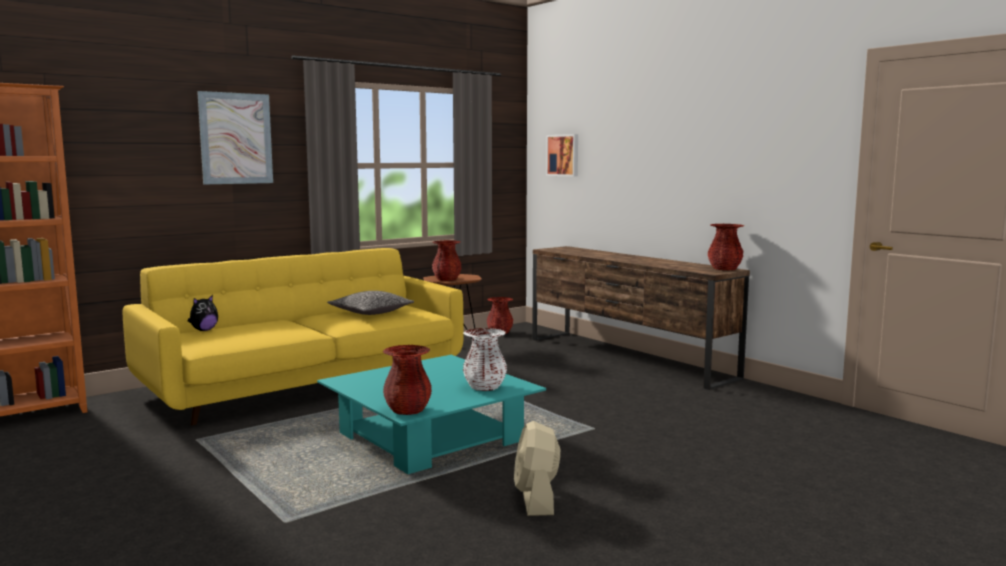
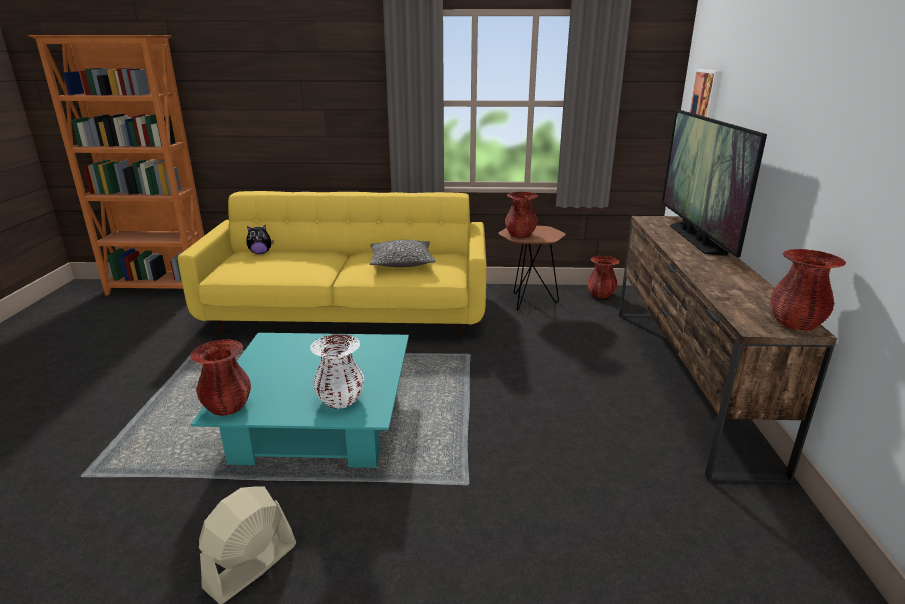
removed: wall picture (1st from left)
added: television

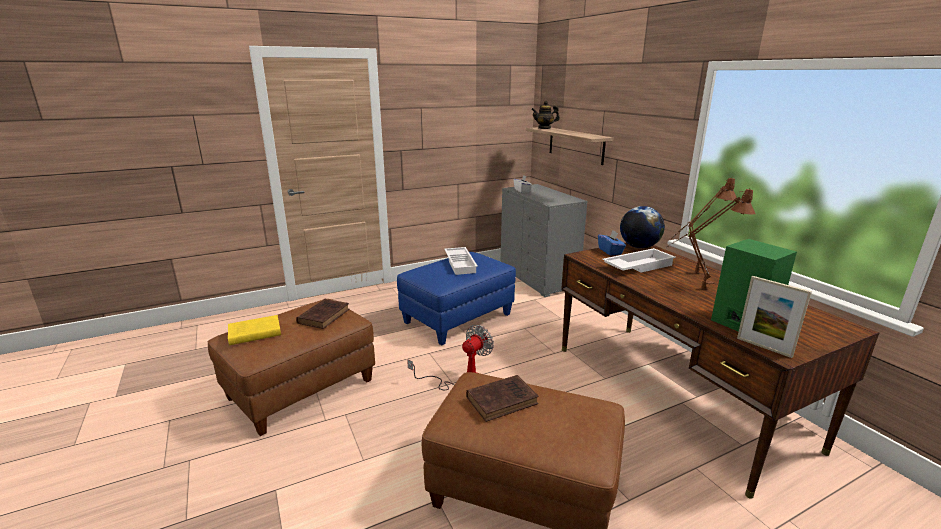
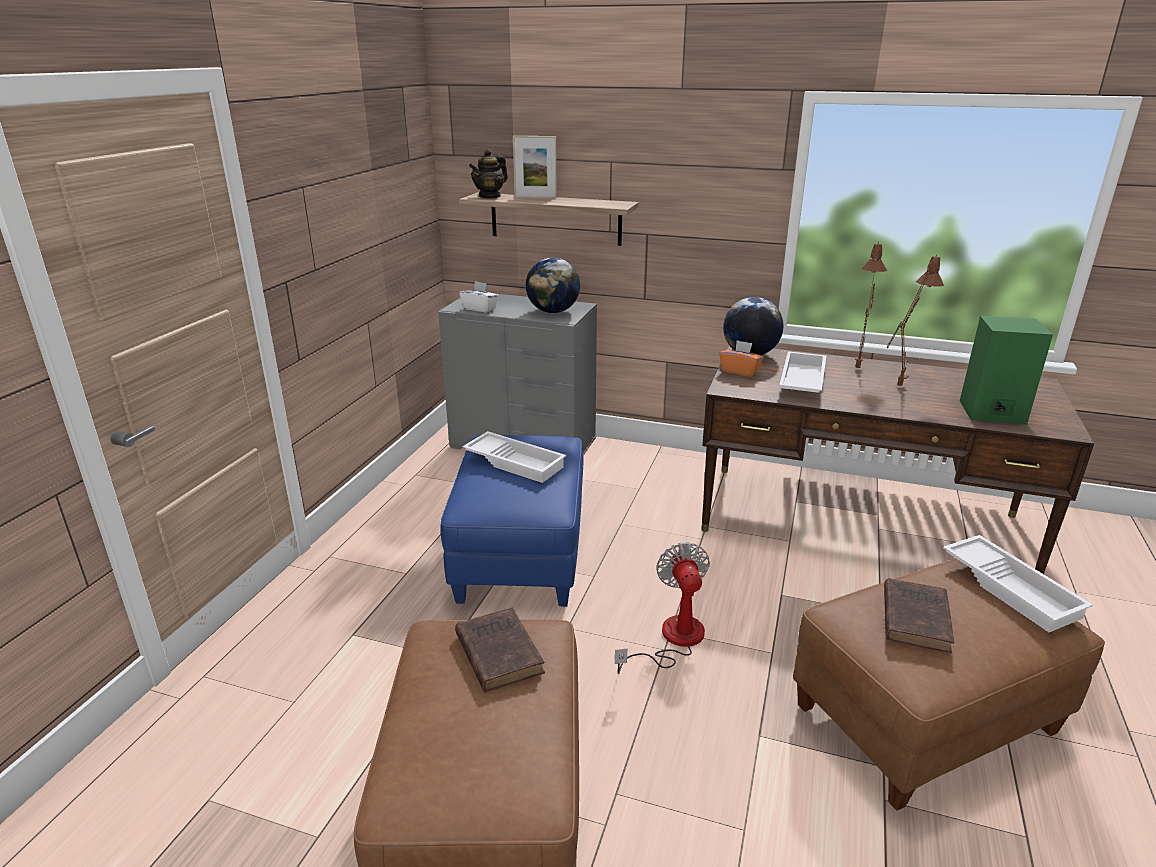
removed: bound book in yellowish
added: world globe (1st from left); serving tray in white-coloured (3rd from left)
moved: standing frame
recoloured: tissue holder in blue to tissue holder in orange-coloured

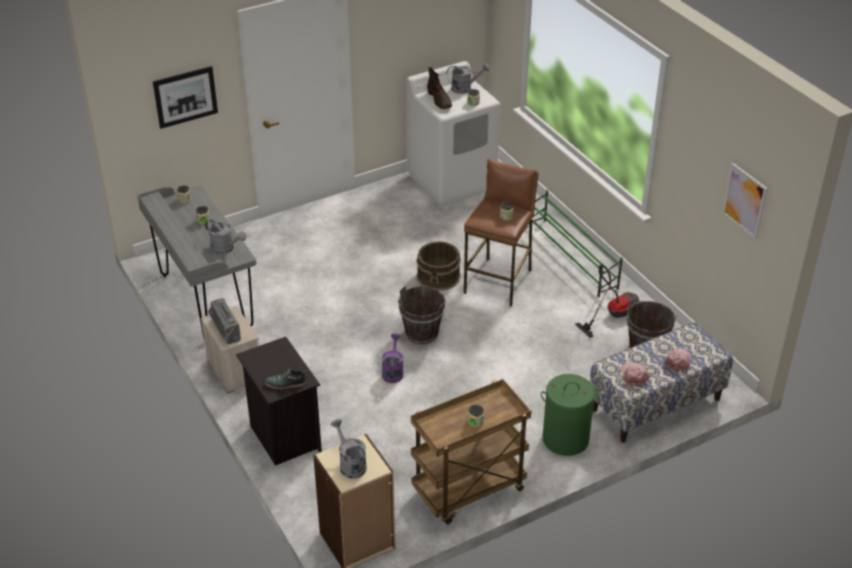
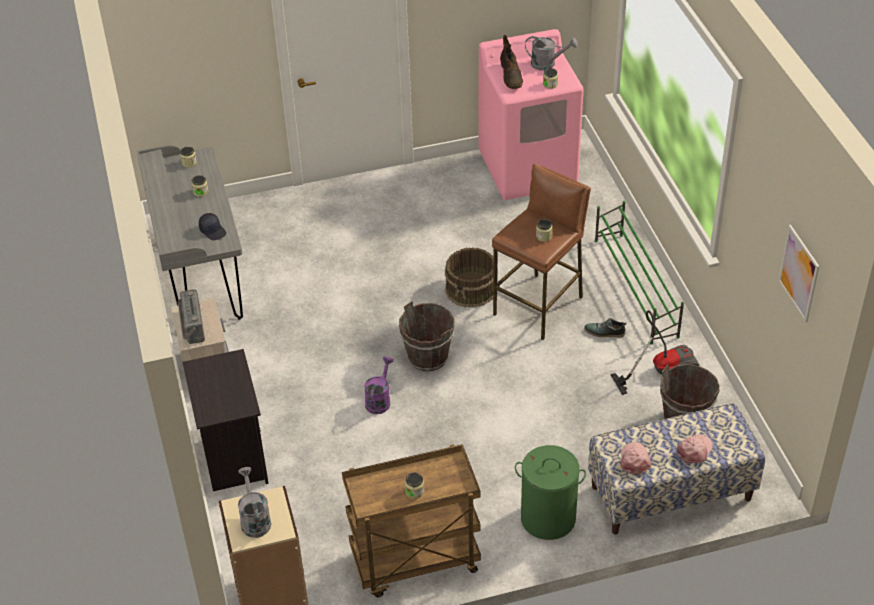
removed: wall picture (1st from left)
moved: shoe
replaced: watering can in gray (1st from left) to baseball cap in blackish
recoloured: laundry machine in white-coloured to laundry machine in pink-coloured

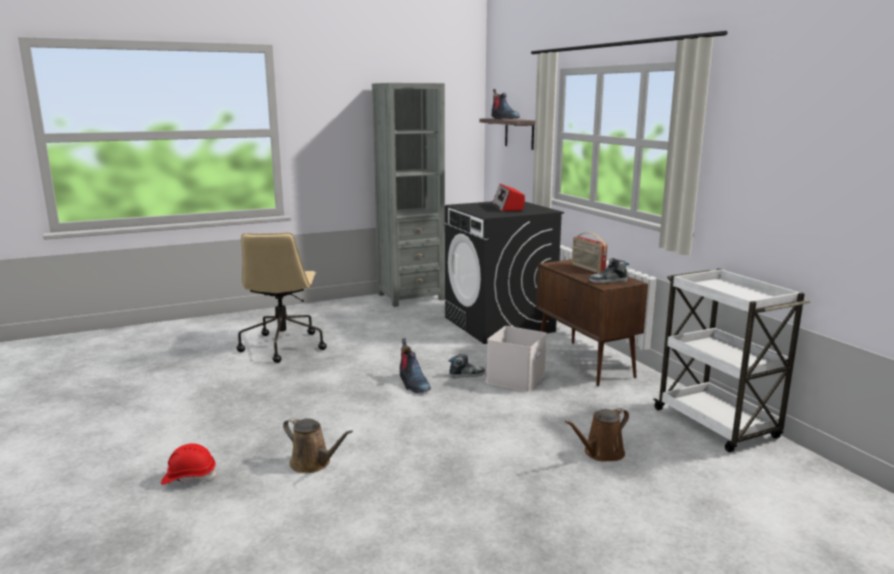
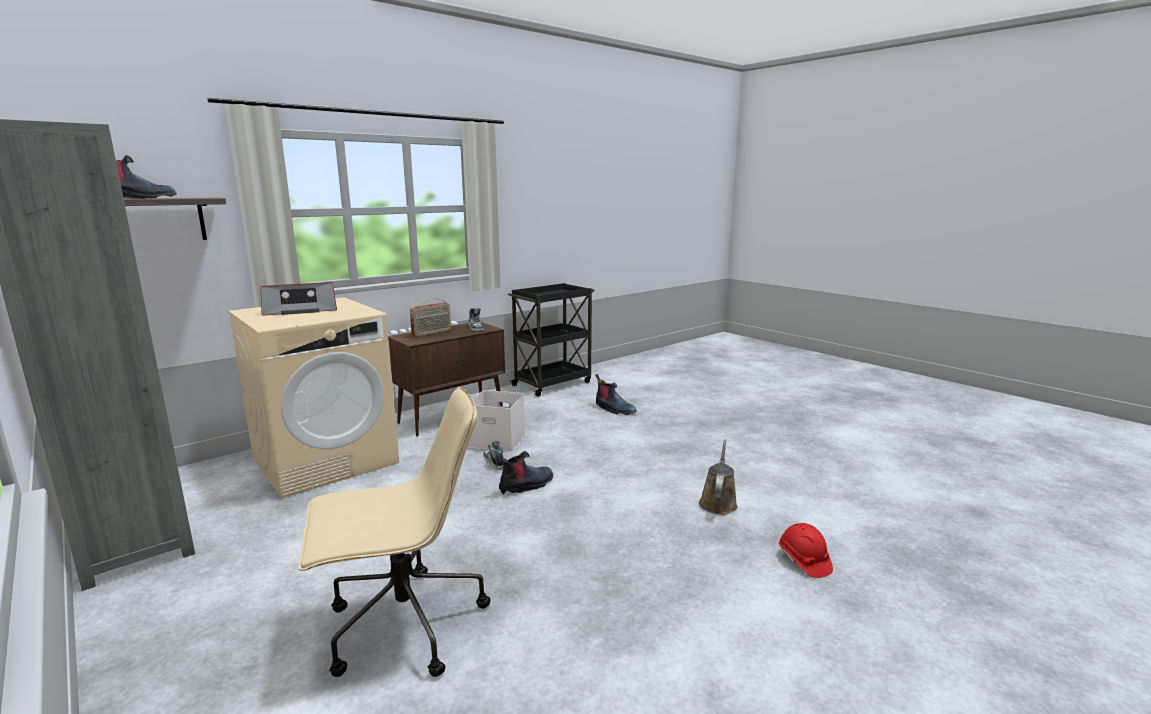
replaced: watering can in brown (2nd from left) to high-top boot (3rd from left)
recoloured: laundry machine in blackish to laundry machine in beige; wheeled cart in white-coloured to wheeled cart in blackish

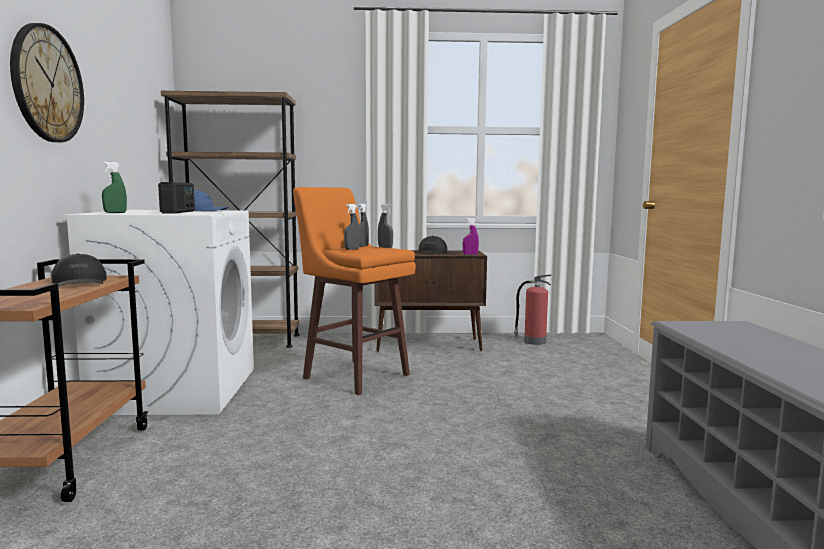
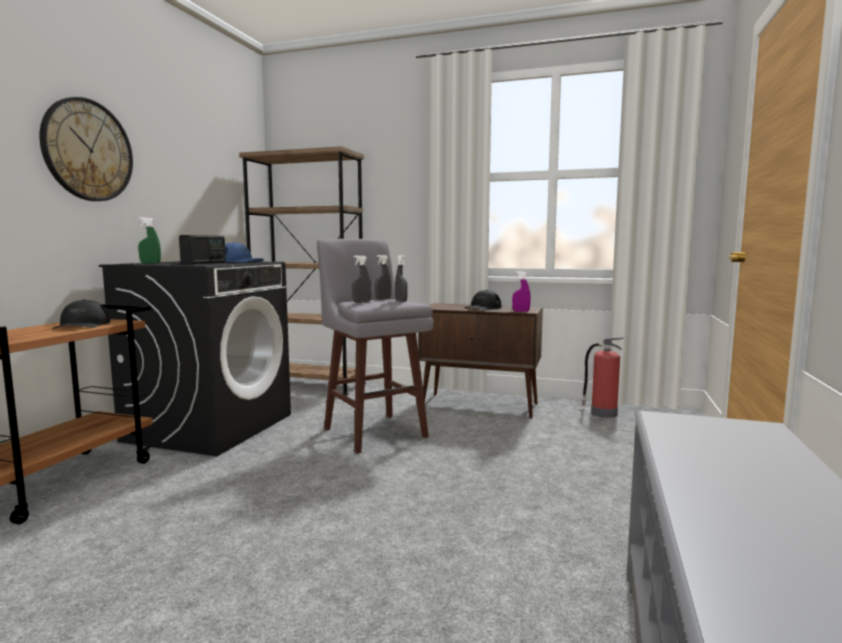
recoloured: laundry machine in white-coloured to laundry machine in blackish; stool seat in orange-coloured to stool seat in gray

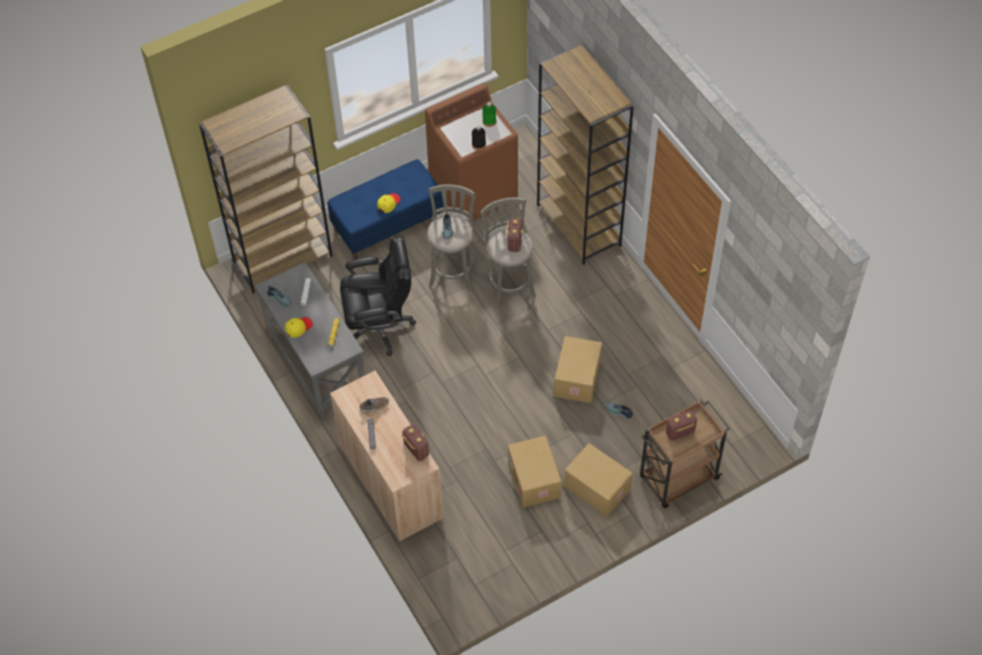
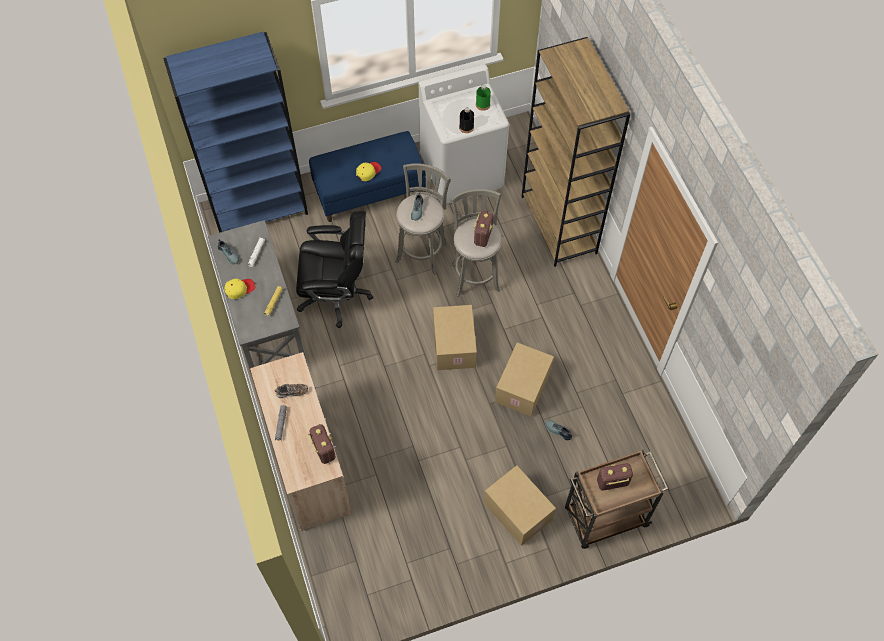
moved: carton (1st from left)
recoloured: bookshelf in brown (1st from left) to bookshelf in blue; laundry machine in brown to laundry machine in white-coloured

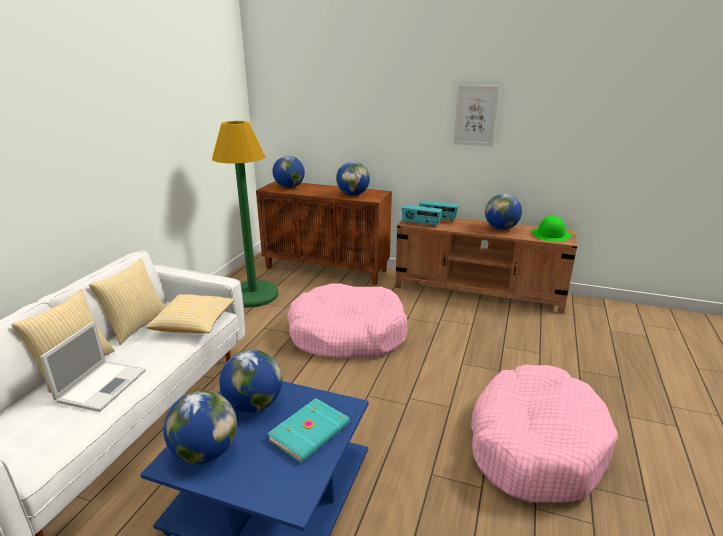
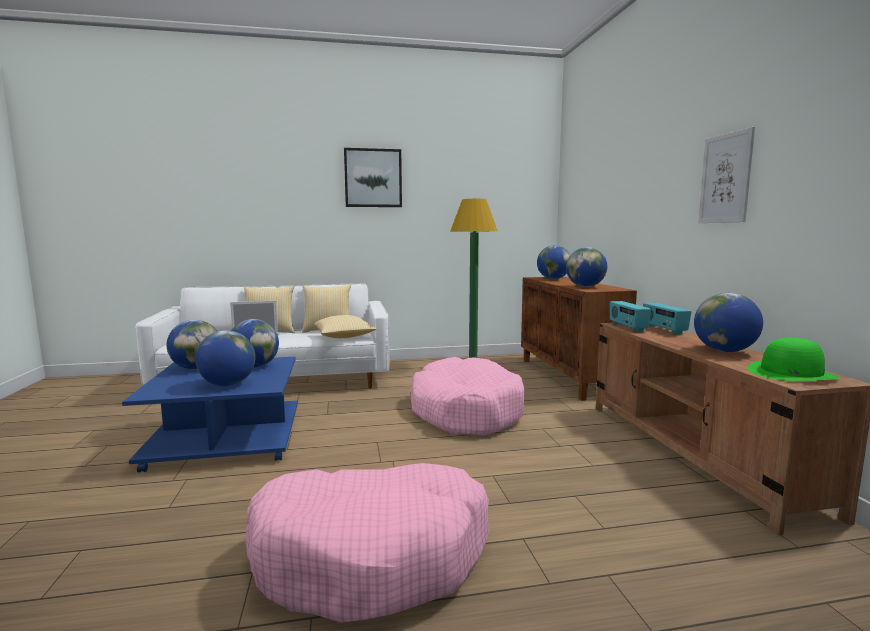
added: wall picture (1st from left)
replaced: bound book in turquoise to world globe (2nd from left)

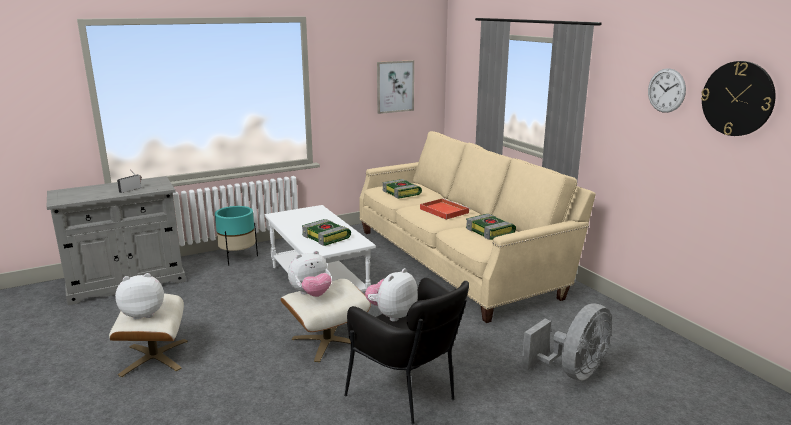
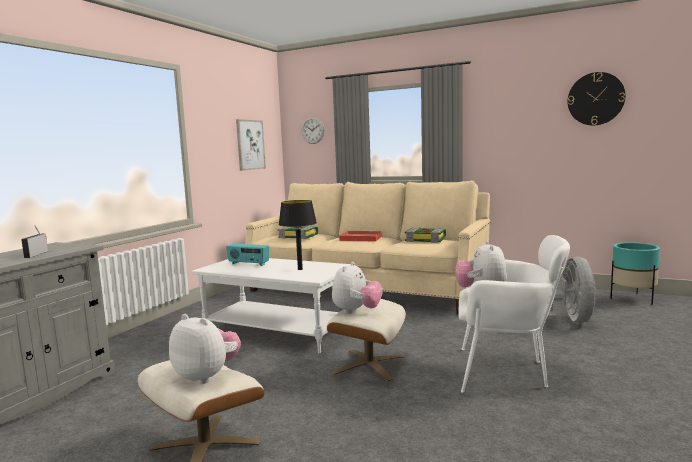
added: radio set (2nd from left)
moved: planter in turquoise; wall clock (1st from left)
replaced: bound book (1st from left) to table lamp in blackish
recoloured: lounge chair in blackish to lounge chair in white-coloured
turned: soft toy (1st from left) 90 degrees clockwise

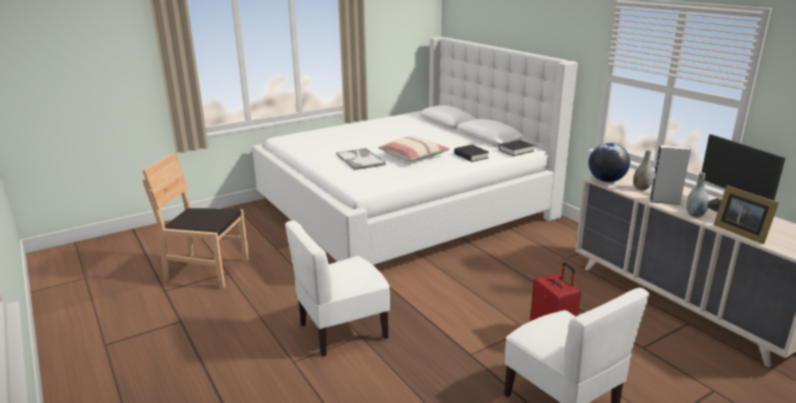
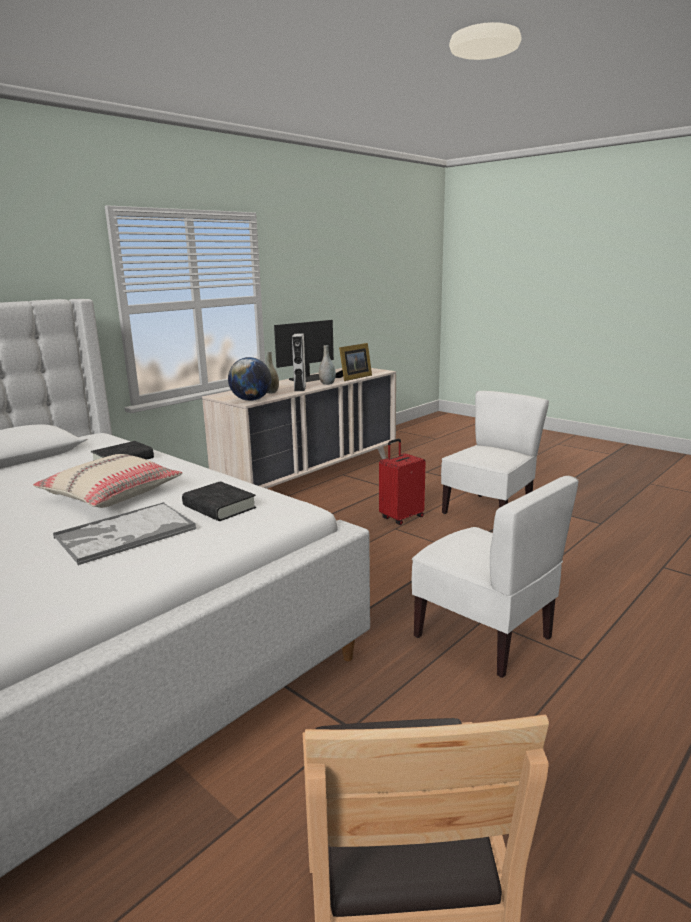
moved: bound book in blackish (2nd from left)

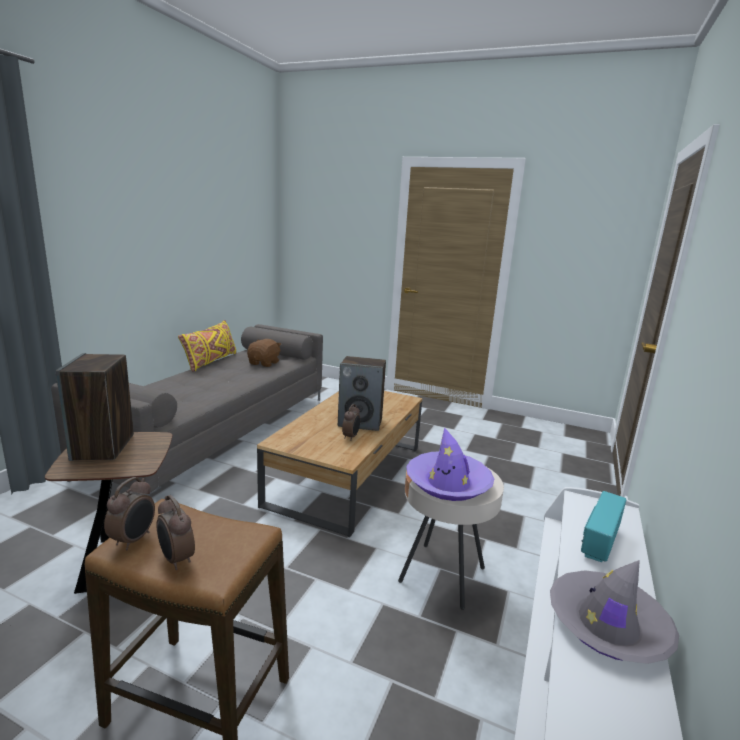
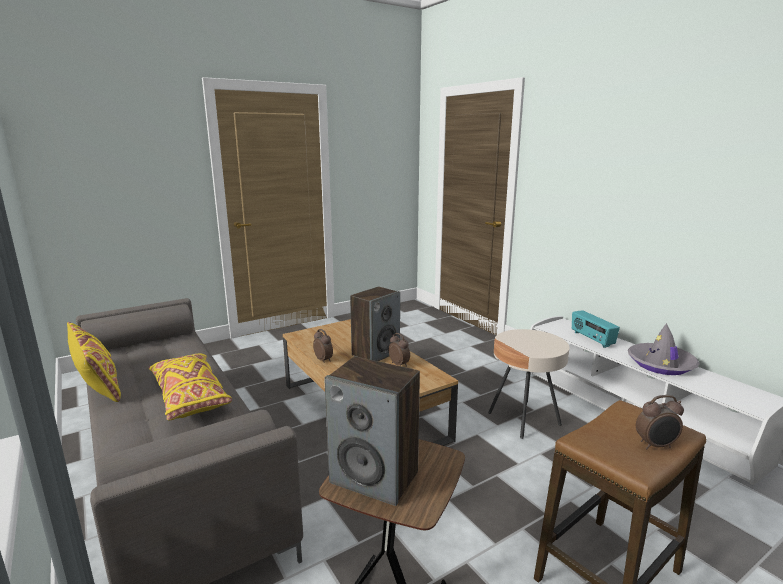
removed: soft toy in brown; wearable hat in purple
added: pillow in yellowish (2nd from left)
moved: table clock (1st from left)

